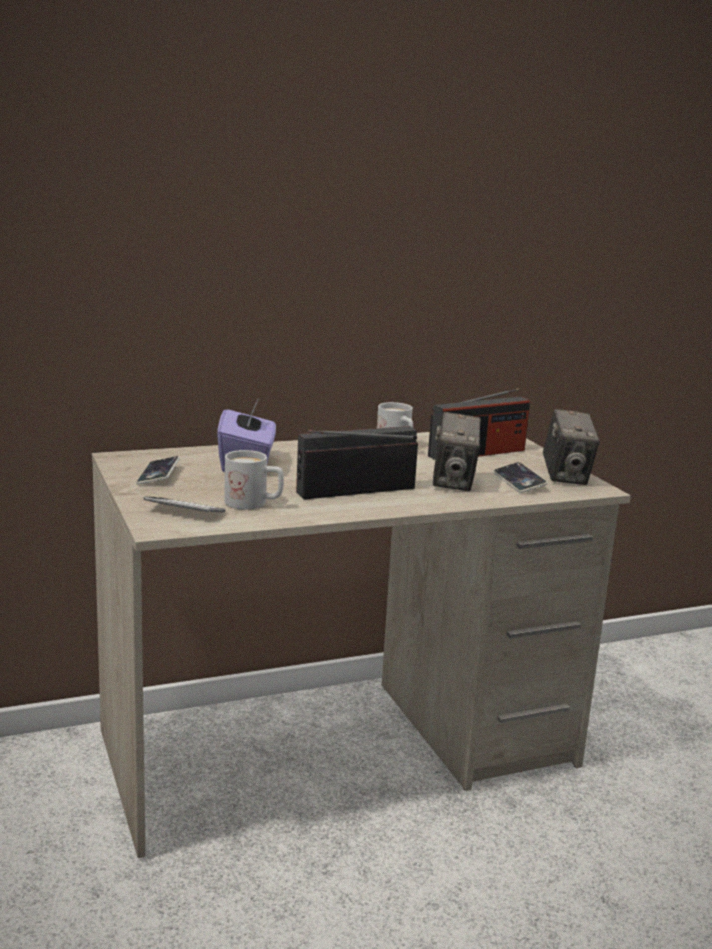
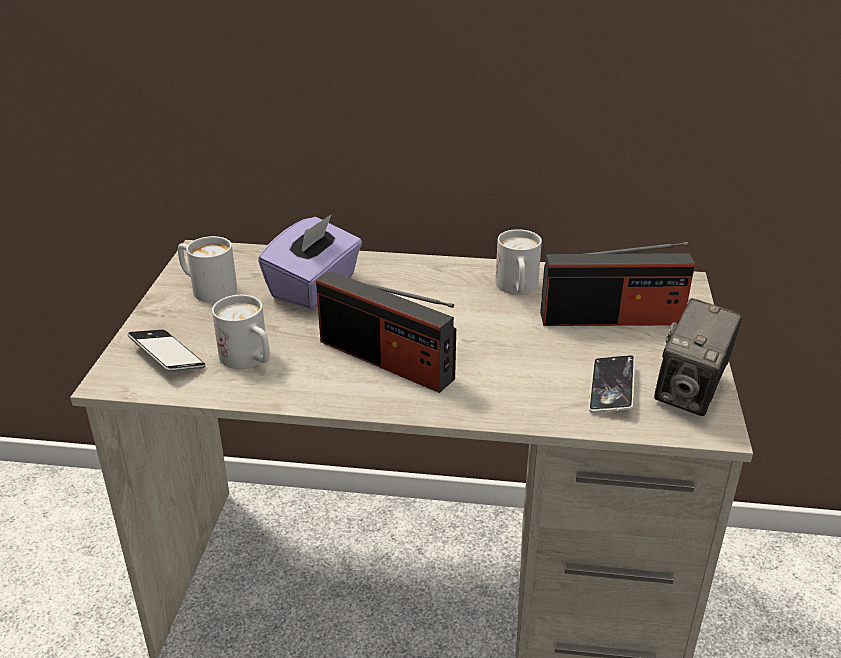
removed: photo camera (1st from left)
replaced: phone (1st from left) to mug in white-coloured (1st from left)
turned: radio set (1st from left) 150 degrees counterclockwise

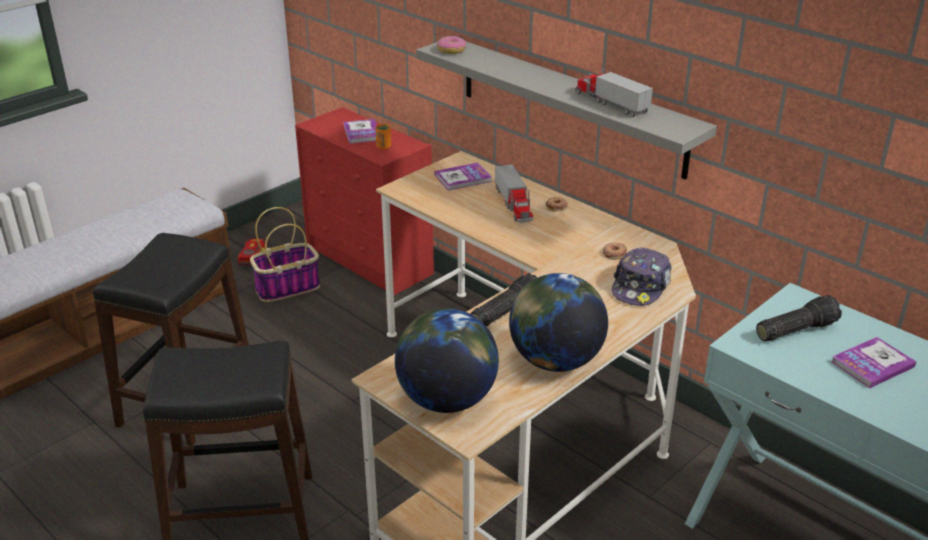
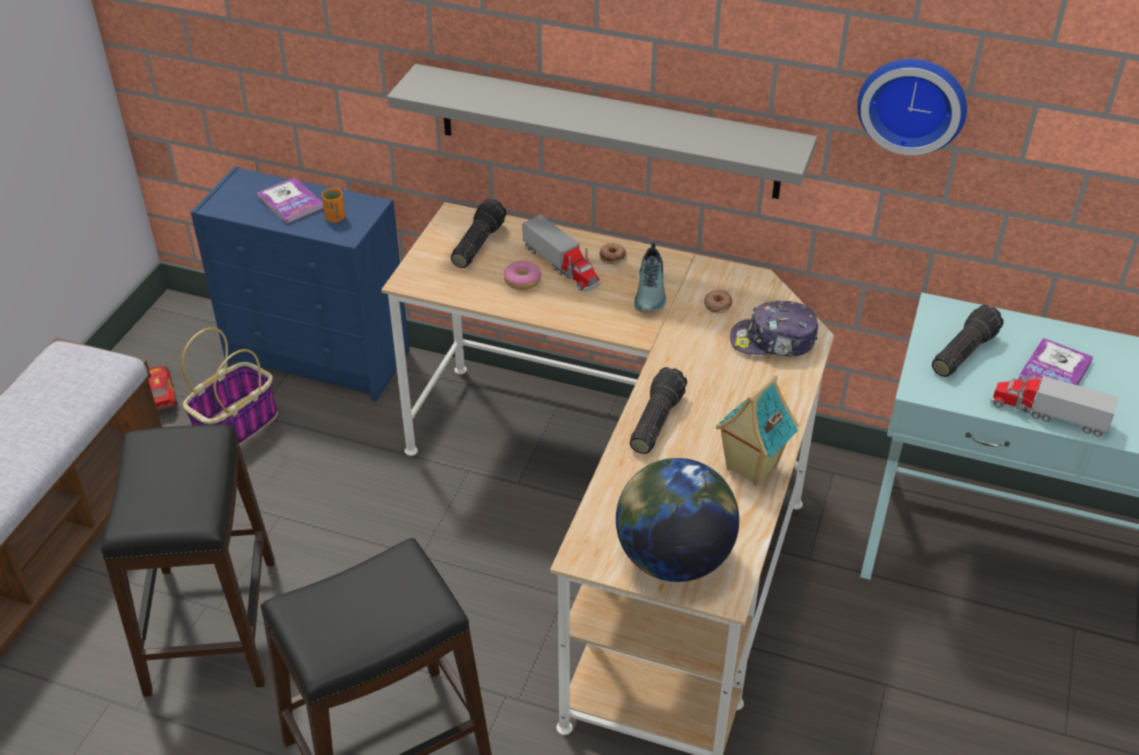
added: shoe; wall clock
moved: ring doughnut (1st from left); model truck (2nd from left)
replaced: bound book (2nd from left) to flashlight (1st from left); world globe (2nd from left) to model house
recoloured: dresser in red-coloured to dresser in blue
turned: baseball cap 90 degrees clockwise

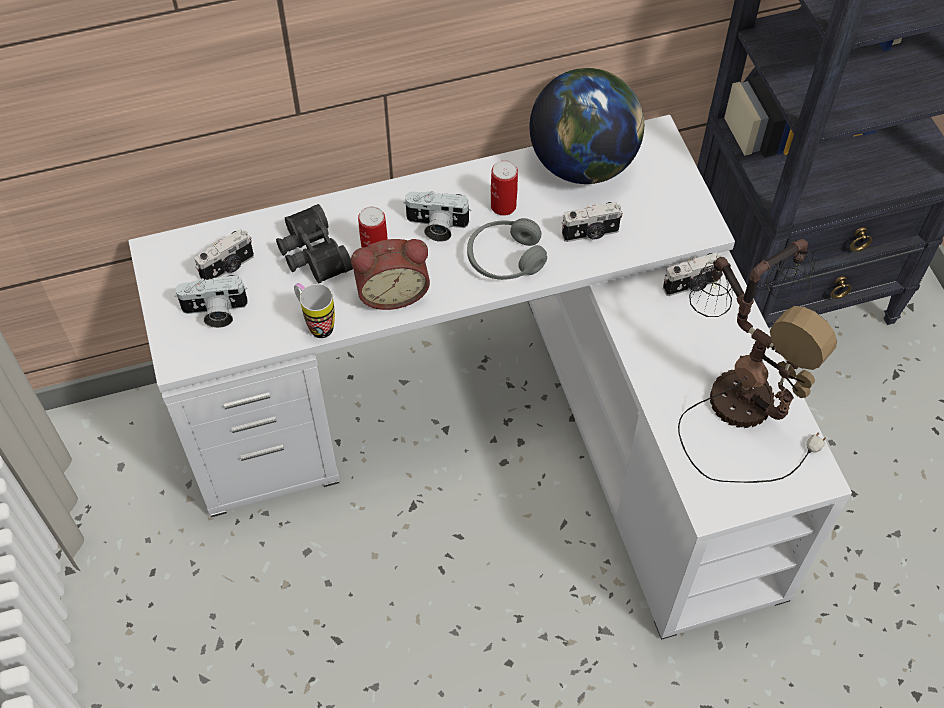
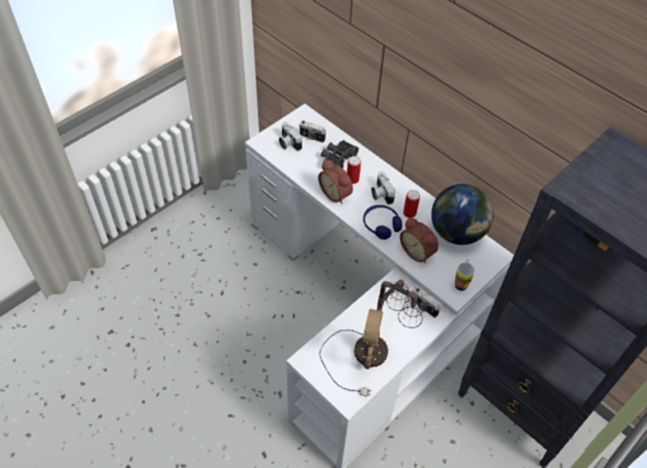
moved: mug
replaced: photo camera (4th from left) to table clock (2nd from left)
recoloured: headset in gray to headset in blue

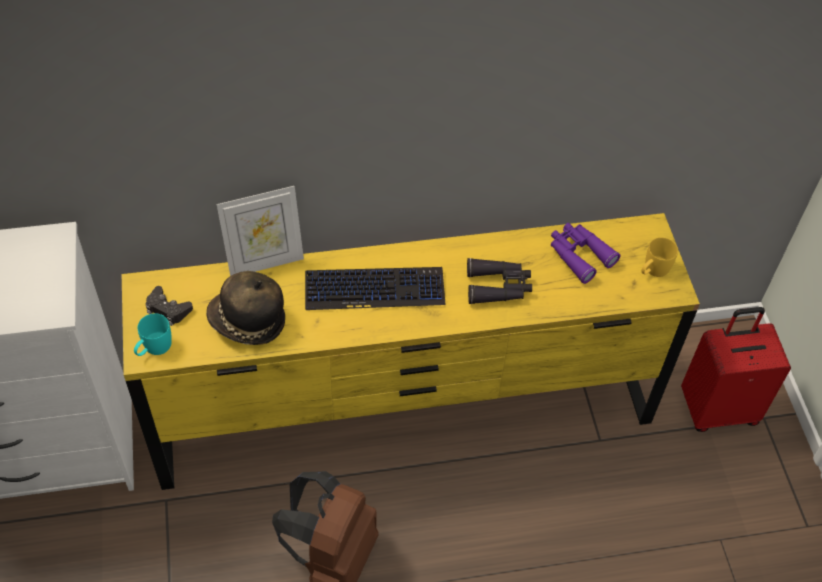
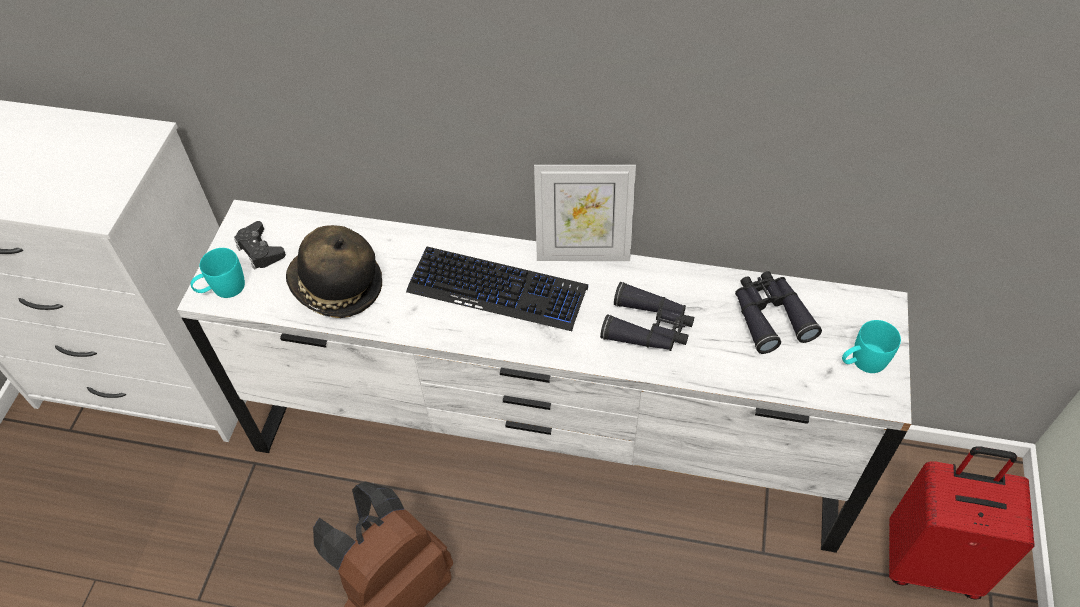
moved: standing frame
recoloured: dresser in yellowish to dresser in white-coloured (2nd from left); binoculars in purple to binoculars in blackish (2nd from left); mug in yellowish to mug in turquoise (2nd from left)

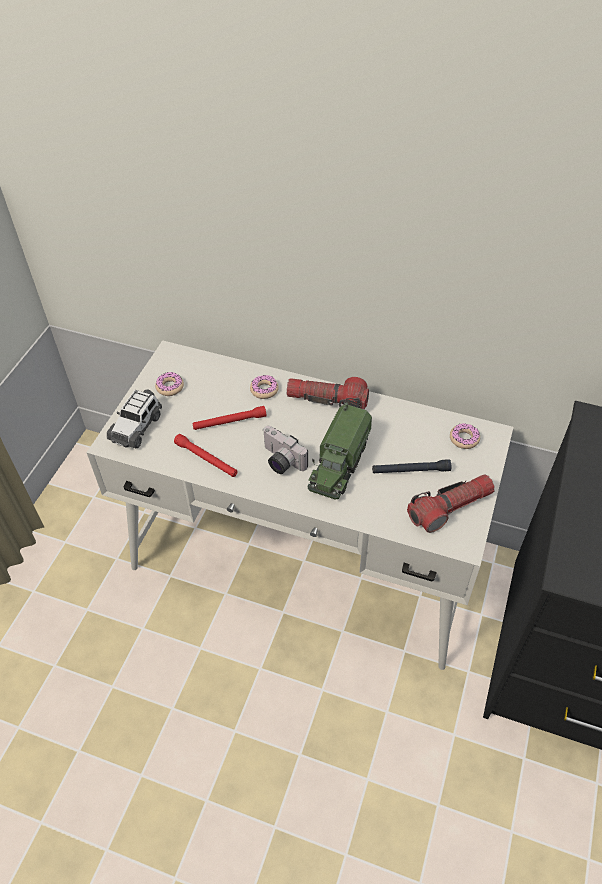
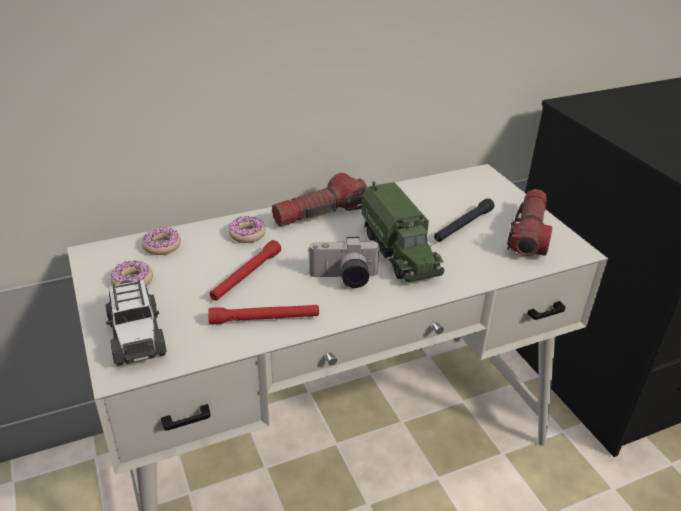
moved: ring doughnut (3rd from left in the first image) to ring doughnut (2nd from left)

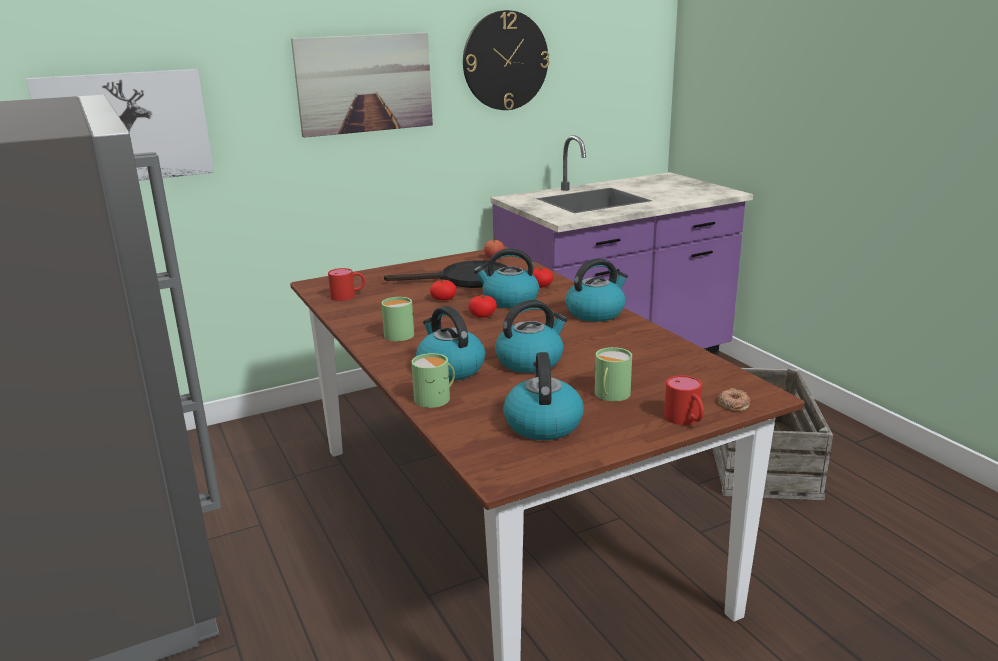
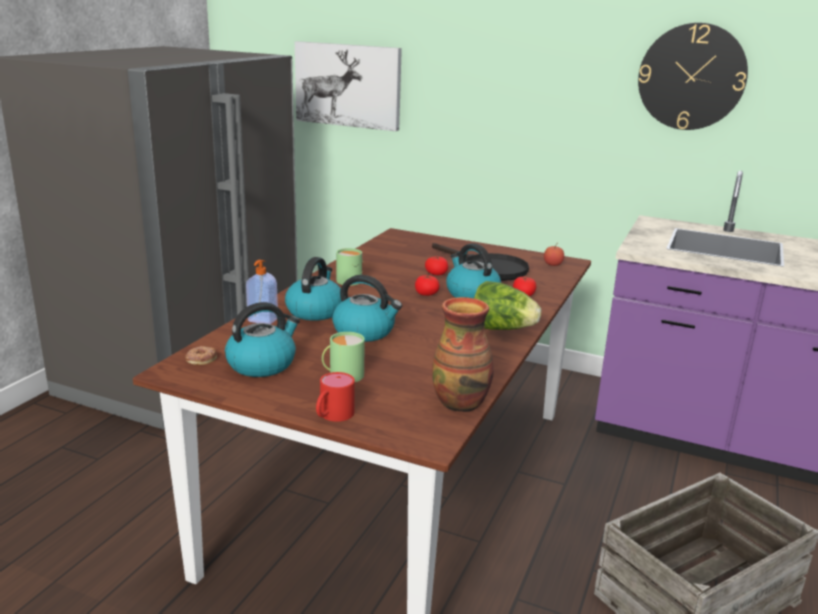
removed: wall picture (2nd from left); mug in red-coloured (1st from left)
added: flower vase
moved: ring doughnut
replaced: mug in greenish (2nd from left) to liquid soap bottle; kettle (5th from left) to lettuce head

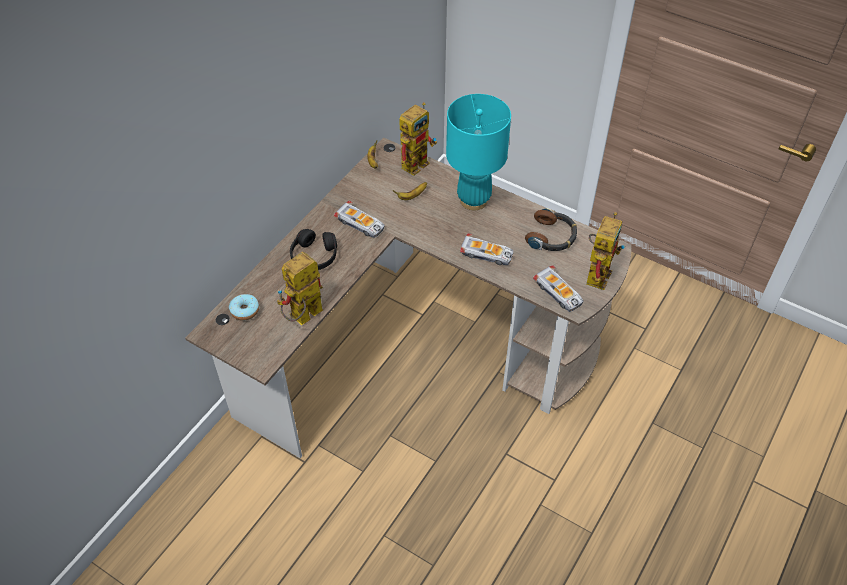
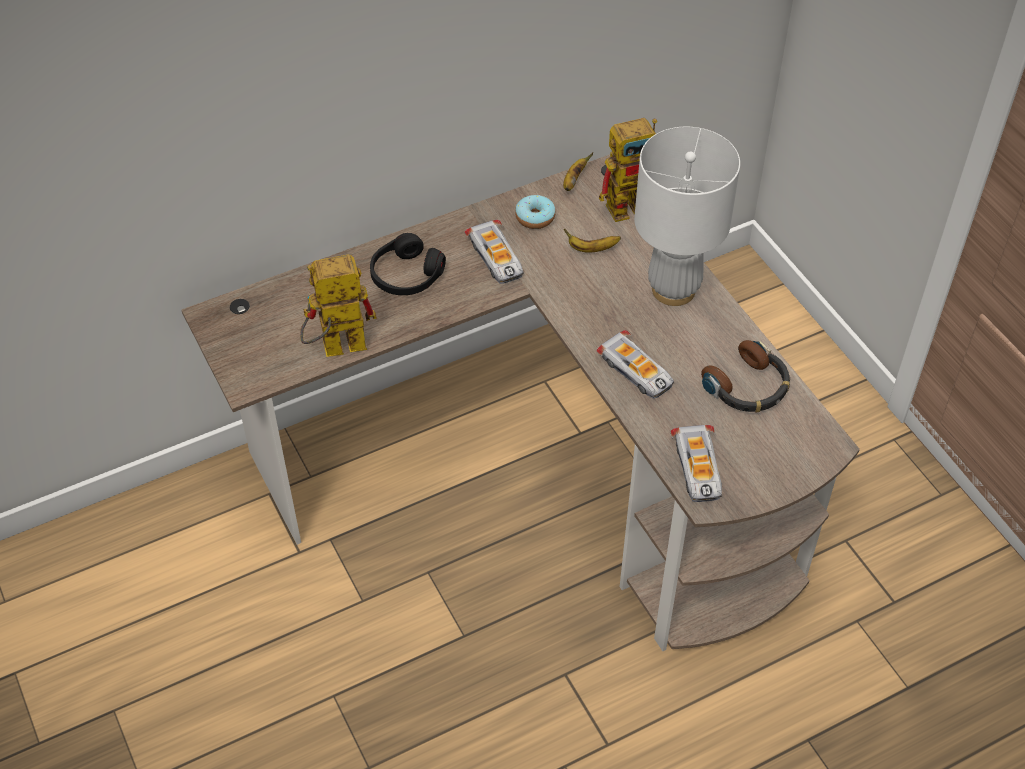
removed: model robot (3rd from left)
moved: ring doughnut
recoloured: table lamp in turquoise to table lamp in white-coloured

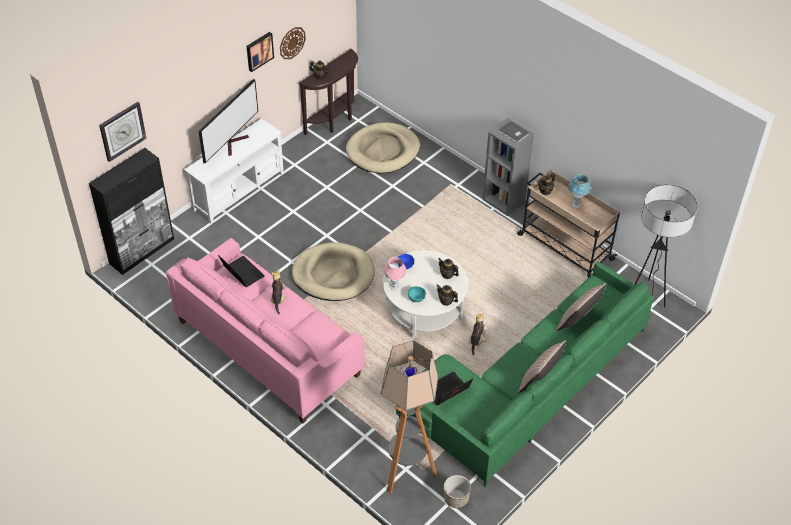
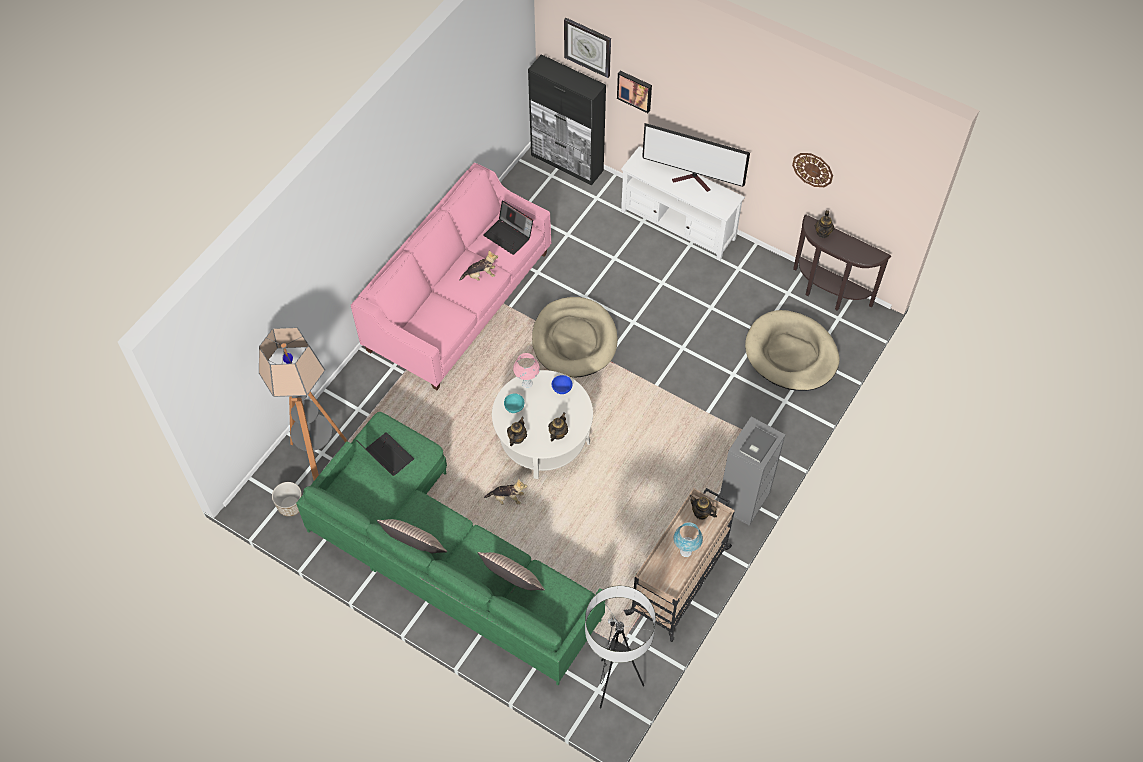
moved: wall picture
turned: notebook computer (1st from left in the first image) 90 degrees clockwise

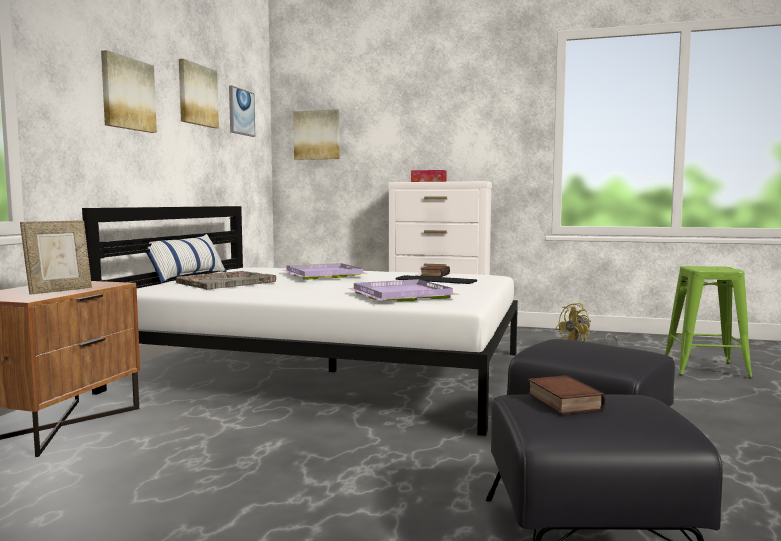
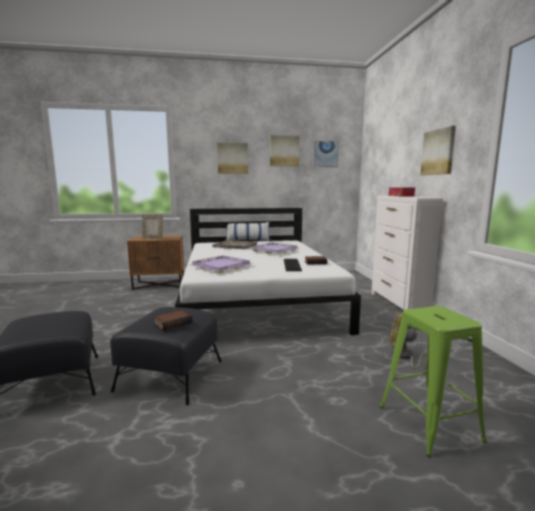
moved: wall picture (4th from left); bound book (2nd from left in the first image) to bound book (1st from left)

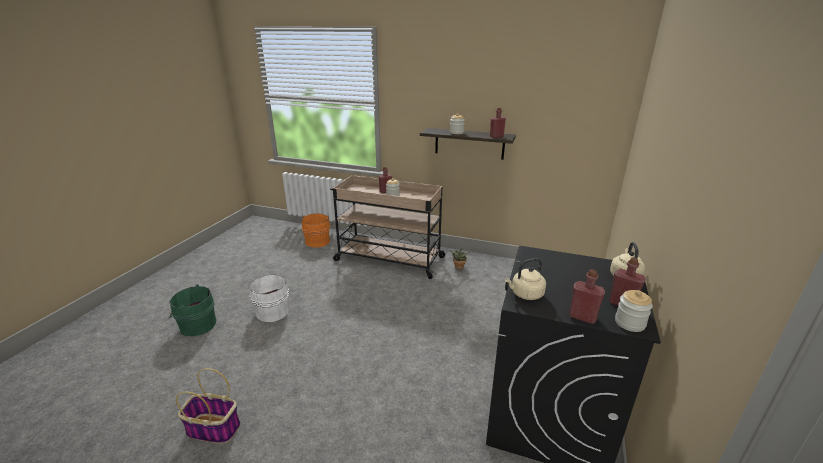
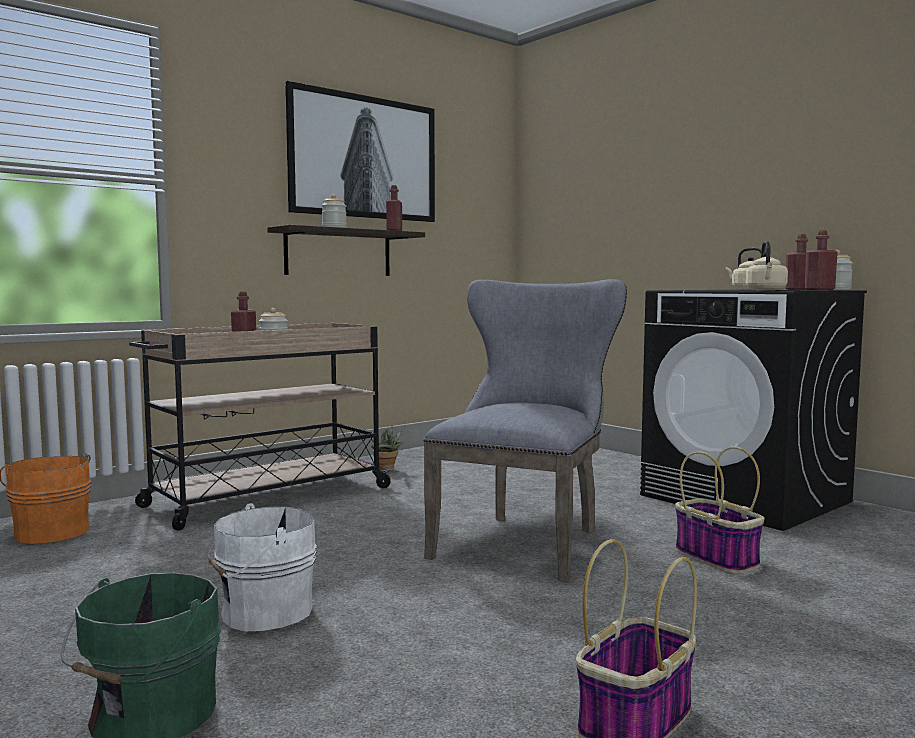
added: wall picture; upright chair in gray; household basket (2nd from left)

